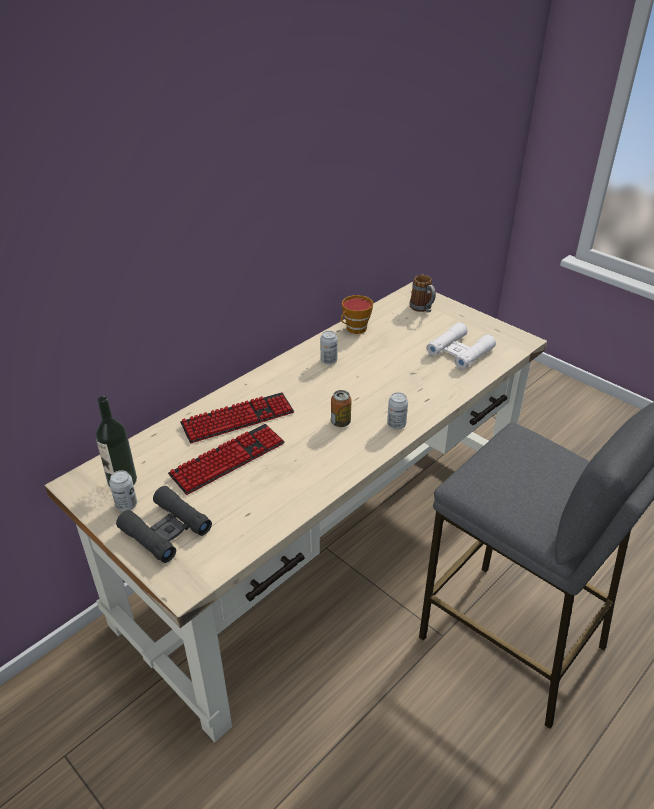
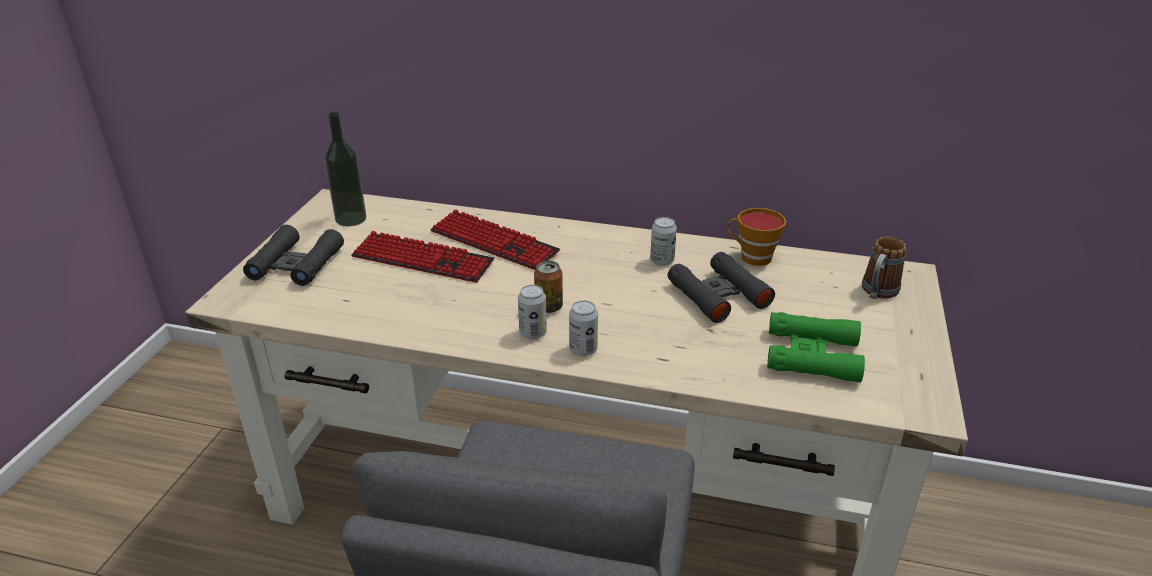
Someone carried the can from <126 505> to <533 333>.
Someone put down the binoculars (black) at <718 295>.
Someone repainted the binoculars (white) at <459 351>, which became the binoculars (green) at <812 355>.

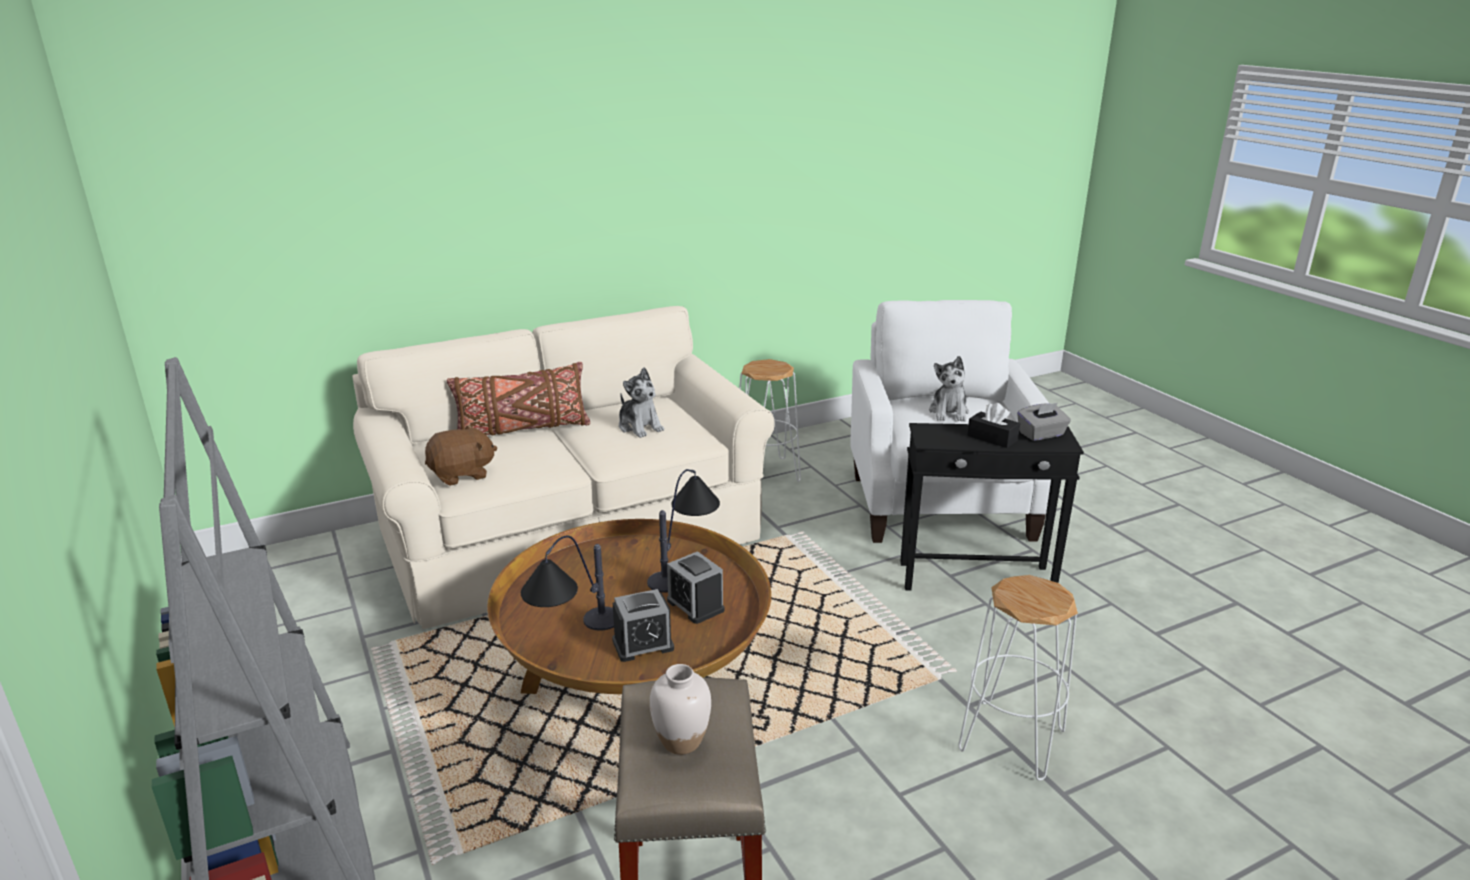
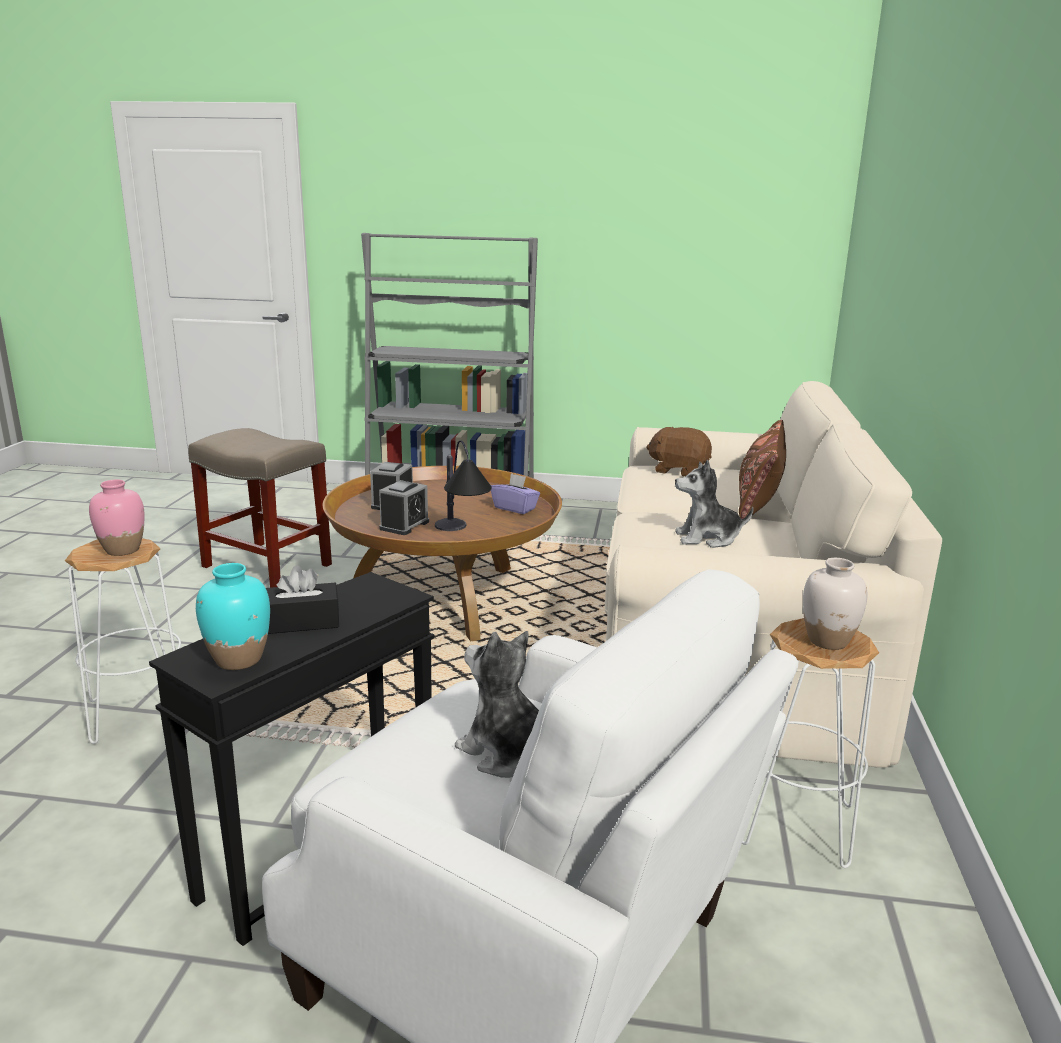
Someone put down the vase (pink) at <123 550>.
Someone swapped the tissue box (grey) at <1041 434> for the vase (turquoise) at <239 660>.
Someone rotated the alarm clock at <695 605> by 120 degrees clockwise.
Someone put down the tissue box (purple) at <515 508>.
Someone rotated the plush toy (brown) at <462 474> by 105 degrees clockwise.
Someone carried the vase (white) from <681 741> to <828 641>.
Someone took away the table lamp at <573 637>.

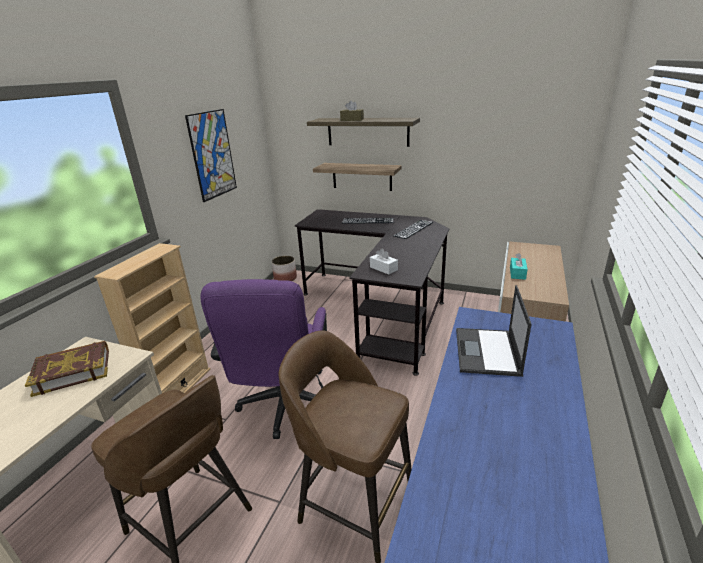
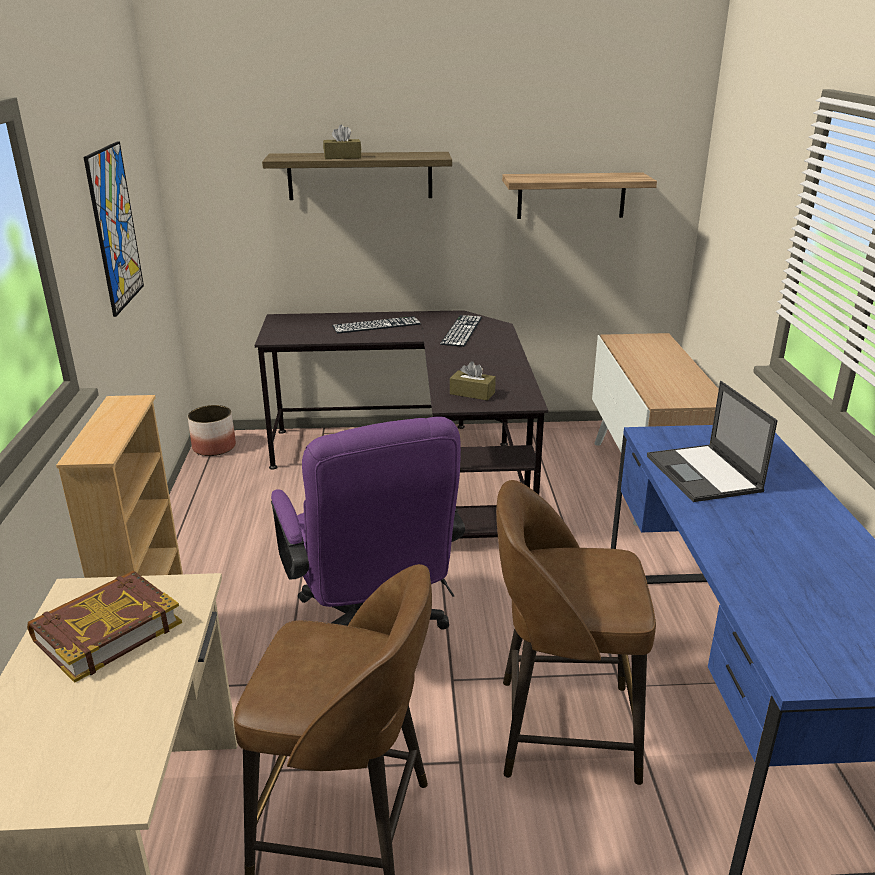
Someone repainted the tissue box (white) at <383 268>, which became the tissue box (brown) at <472 393>.
Someone carried the shelf from <362 176> to <571 195>.
Someone took away the tissue box (turquoise) at <517 273>.

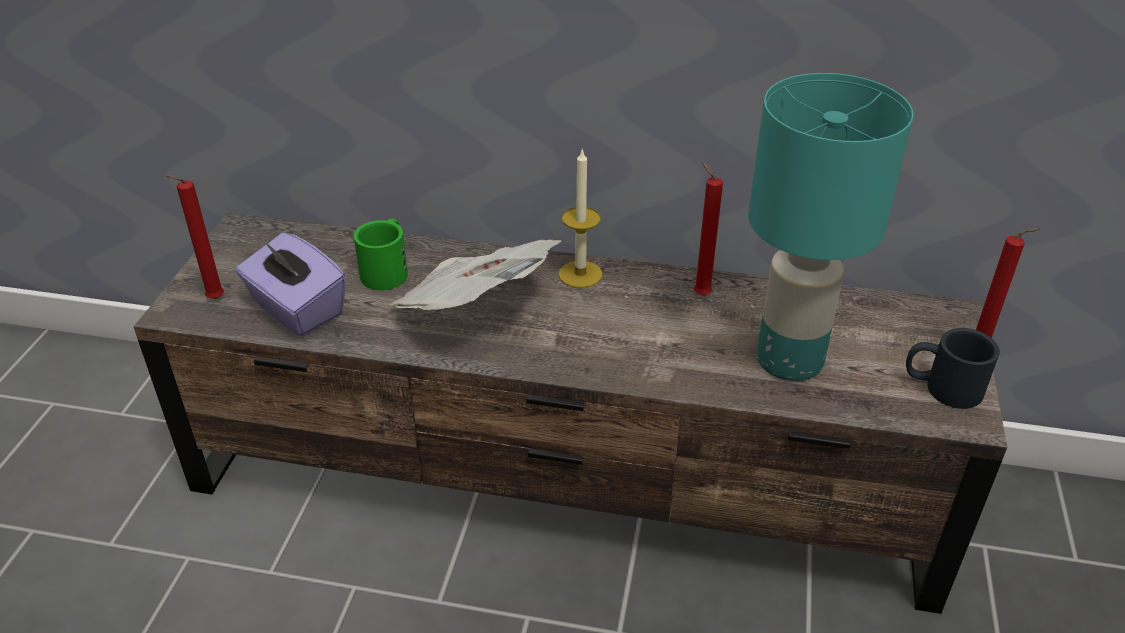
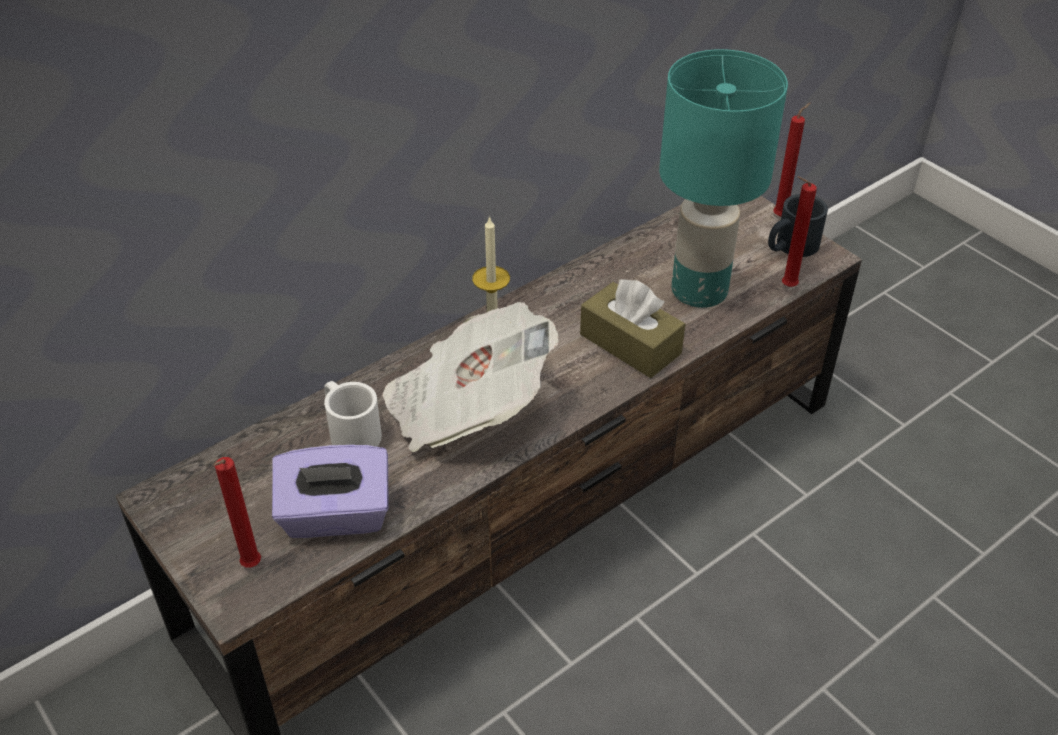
Someone repainted the mug (green) at <388 269>, which became the mug (white) at <350 431>.
Someone put down the tissue box (brown) at <630 344>.
Someone carried the candle (red) from <699 294> to <786 287>.

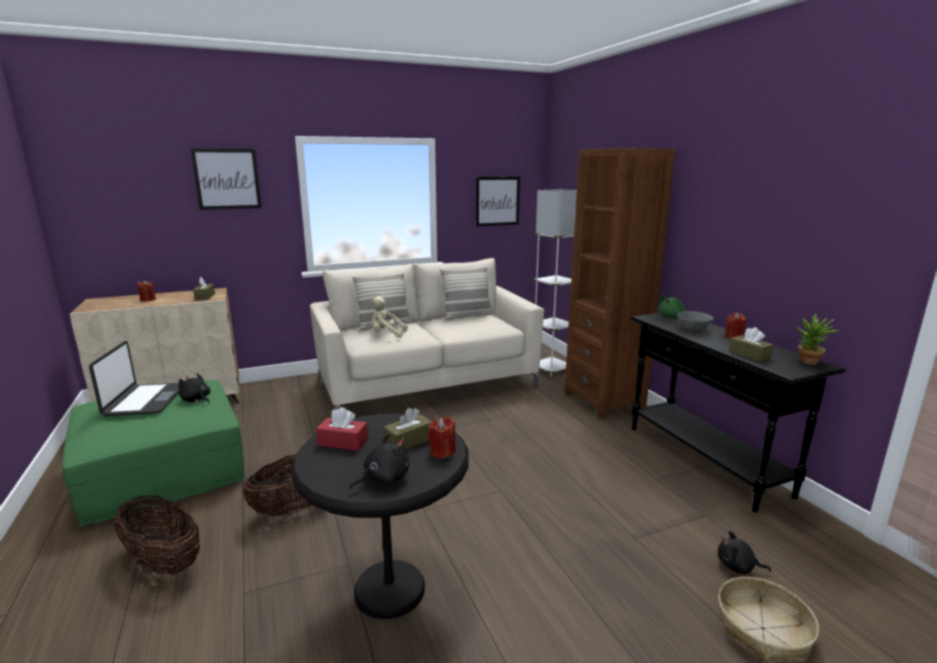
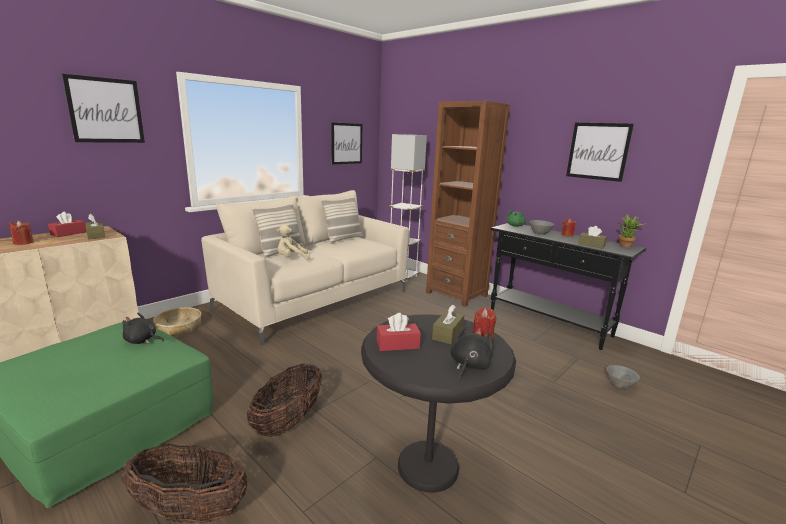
Someone put down the tissue box (red) at <68 233>.
Someone carried the basket from <762 629> to <179 327>.
Someone put up the picture at <598 151>.
Someone swapped the plush toy (black) at <738 567> for the bowl (grey) at <621 385>.
Someone took away the laptop at <145 400>.

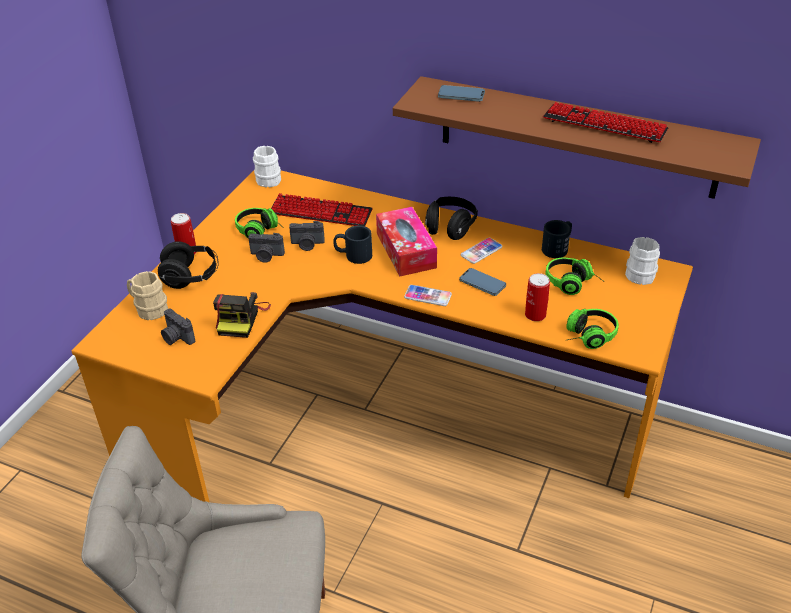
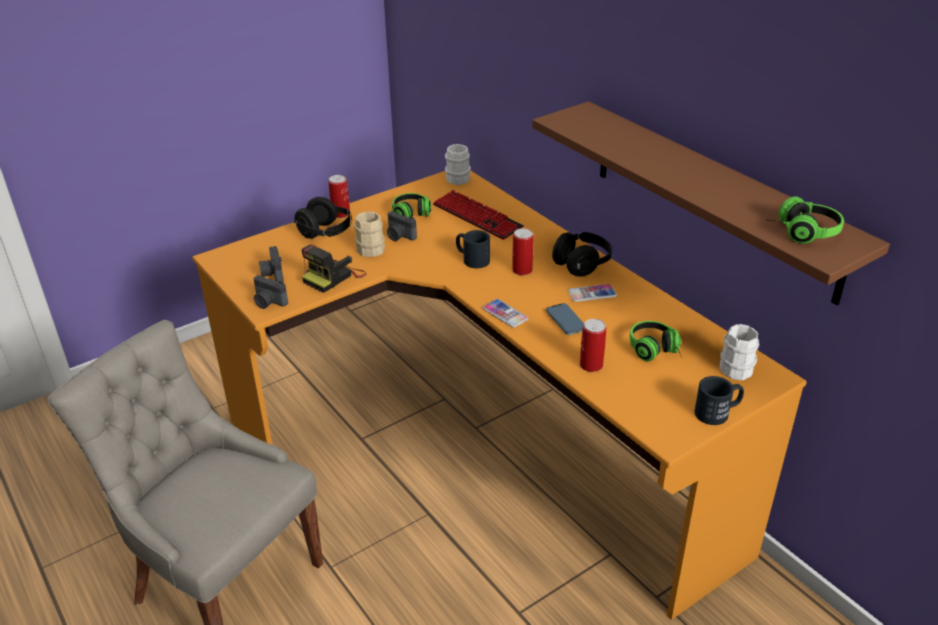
Someone carried the photo camera from <307 244> to <268 302>.
Someone carried the mug (beige) from <148 309> to <368 248>.
Someone swapped the tissue box at <406 250> for the can at <522 270>.
Someone carried the mug (black) from <558 247> to <718 412>.
Someone carried the headphones from <586 336> to <799 232>.
Someone took away the phone at <461 96>.
Someone took away the keyboard at <604 125>.

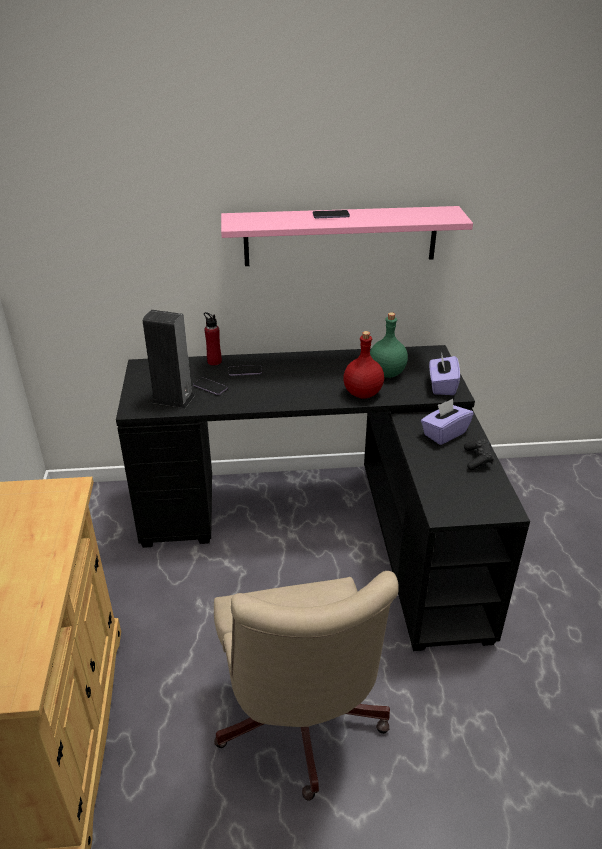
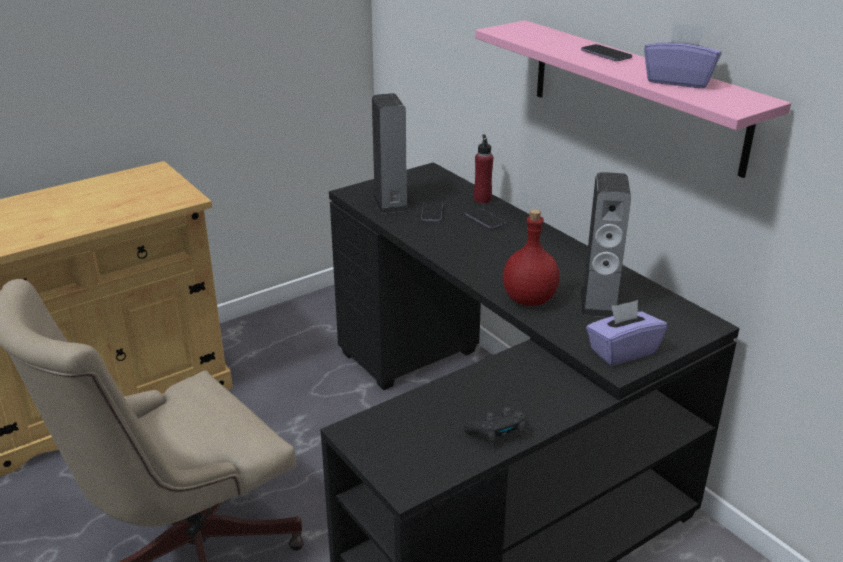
Someone swapped the bottle (green) at <386 373> for the speaker at <599 302>.
Someone carried the tissue box (purple) from <444 433> to <679 81>.

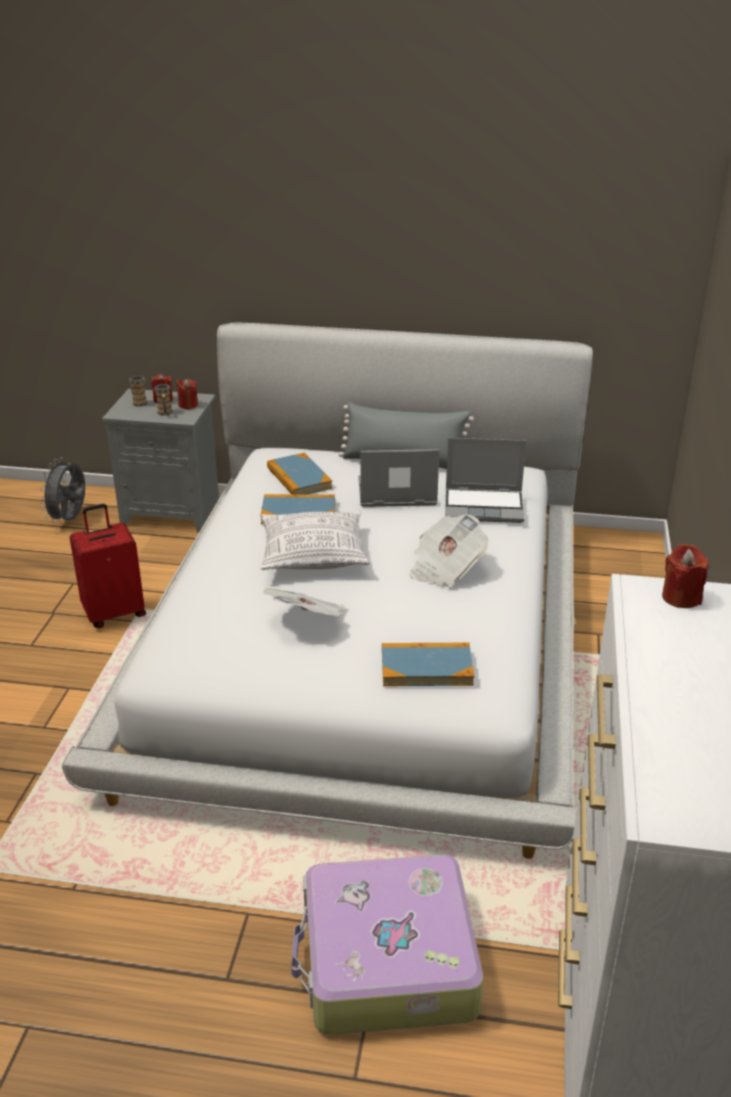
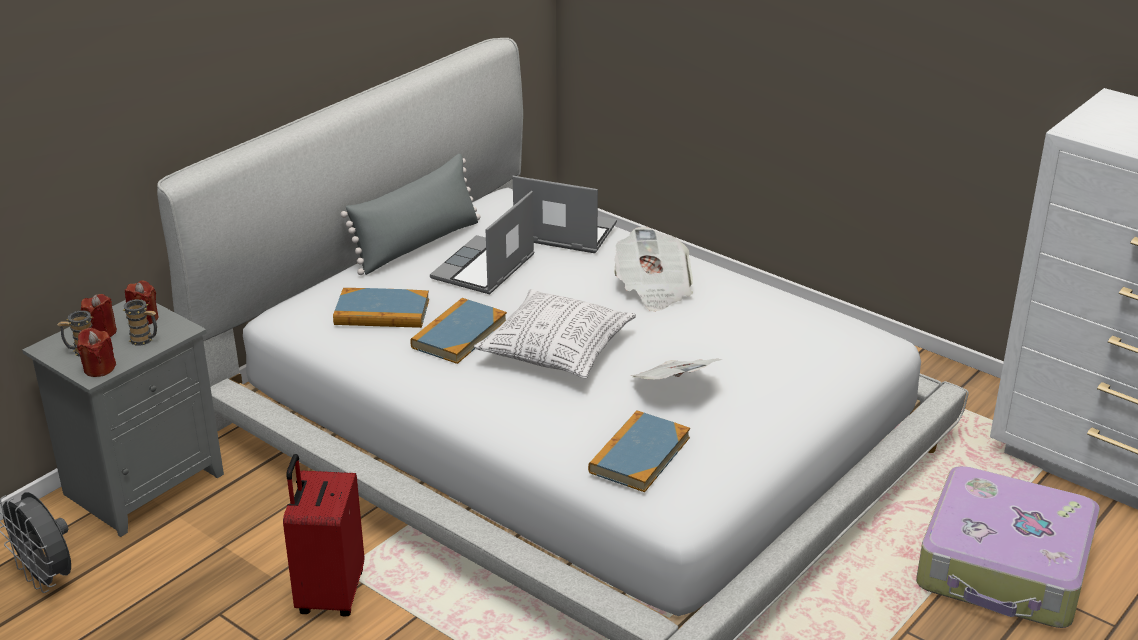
Someone carried the candle (red) from <681 597> to <99 368>.
Someone rotated the laptop at <485 506> by 105 degrees counterclockwise.
Someone carried the book from <426 668> to <639 455>.

